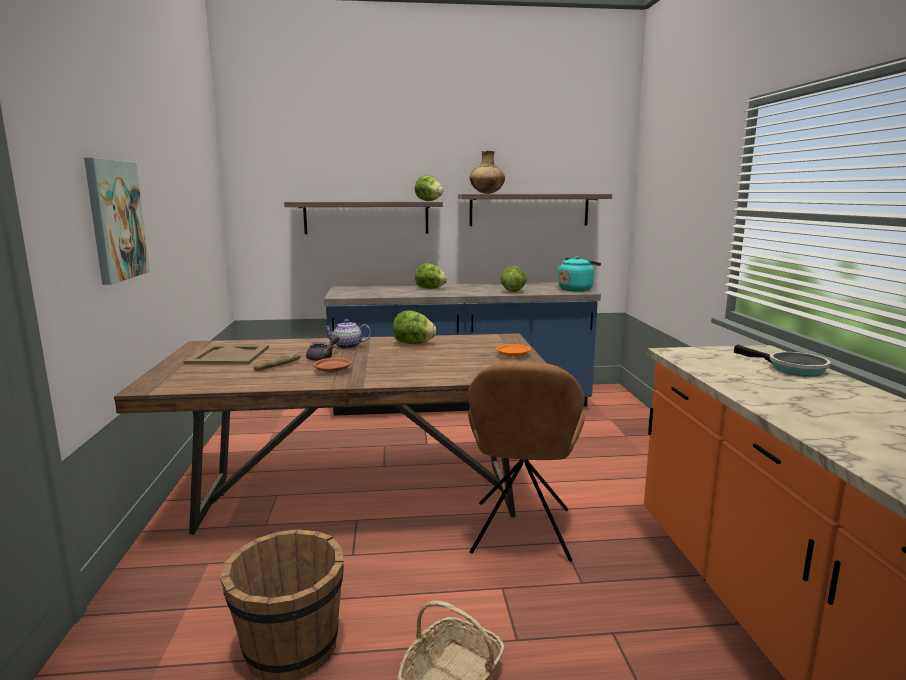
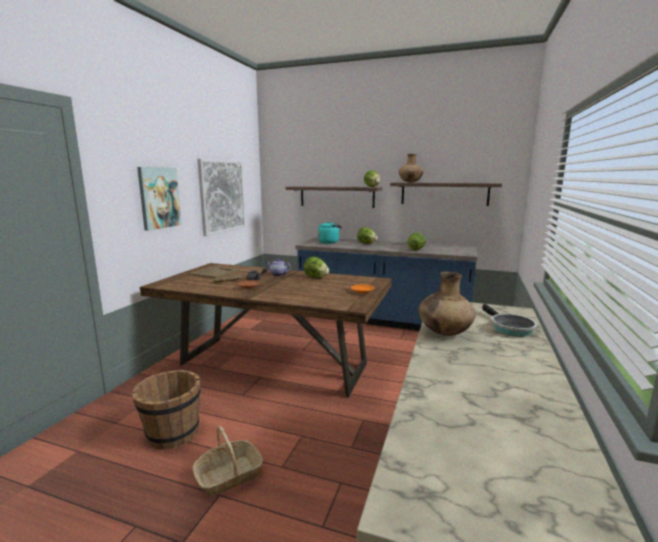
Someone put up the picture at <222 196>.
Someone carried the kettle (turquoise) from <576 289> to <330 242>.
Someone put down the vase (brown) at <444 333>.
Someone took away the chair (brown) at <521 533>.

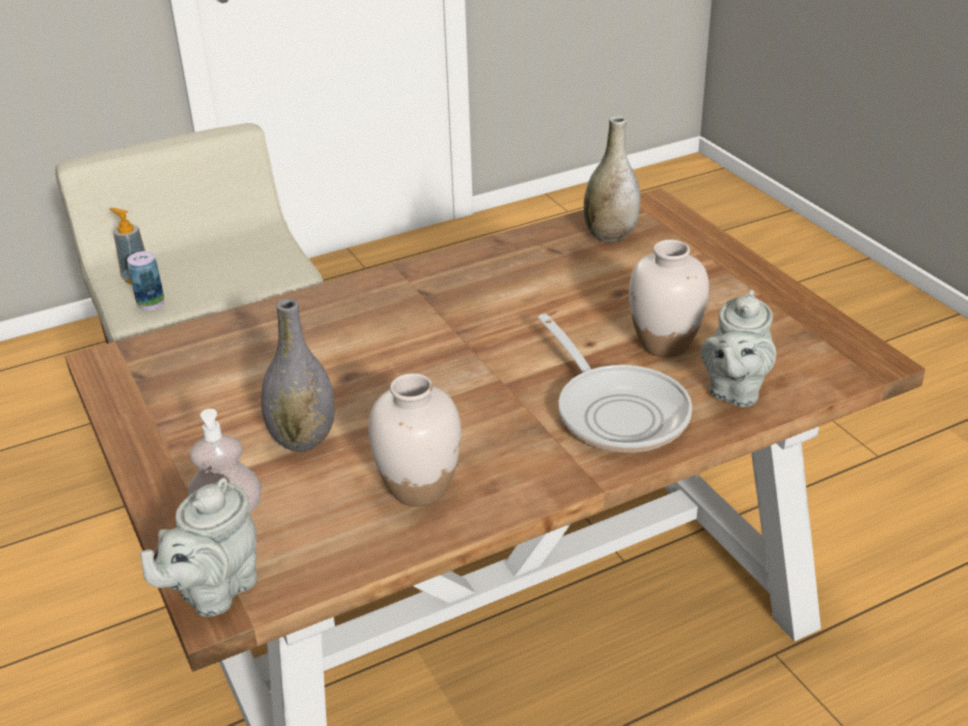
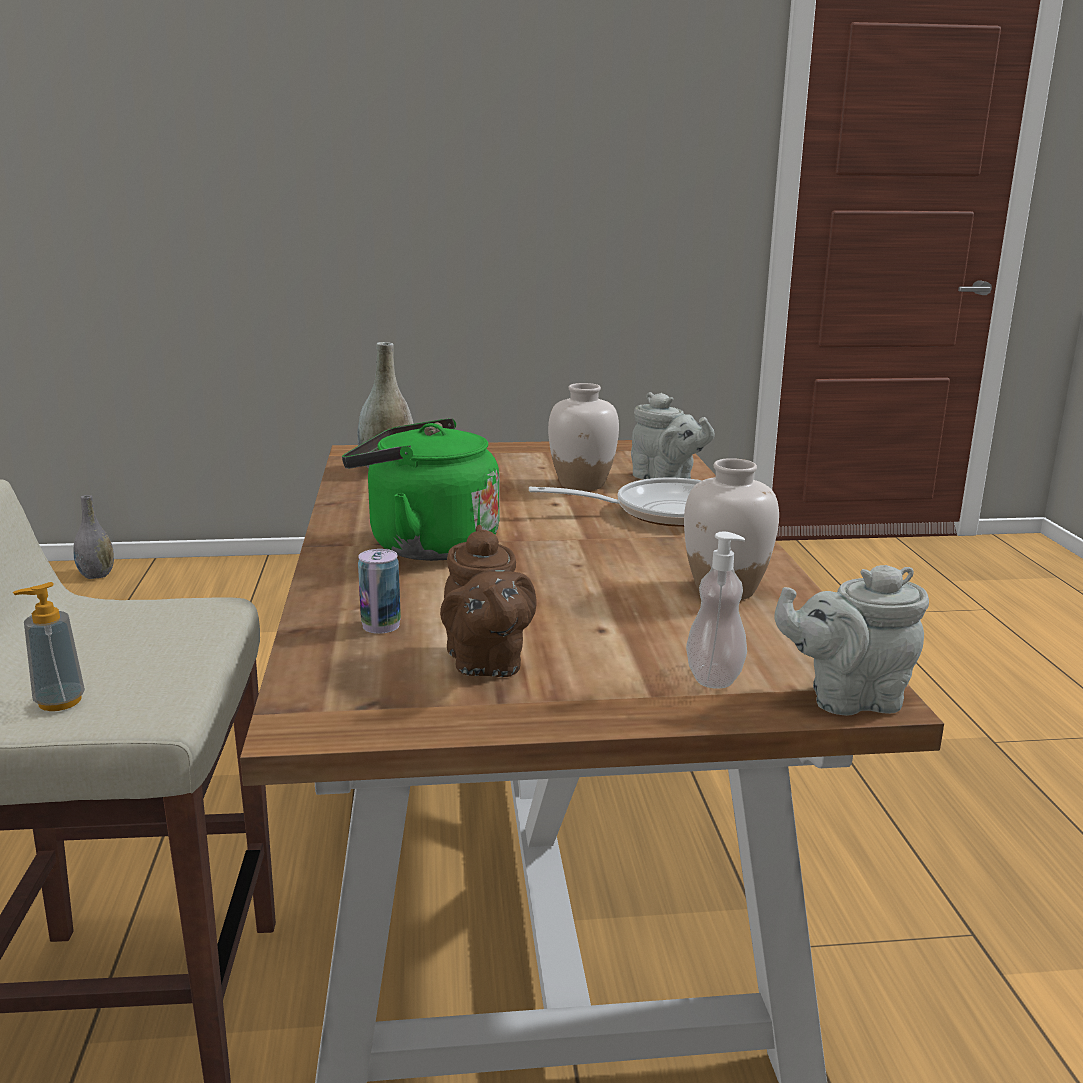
Someone carried the vase (grey) from <303 439> to <96 575>.
Someone put down the kettle (green) at <425 545>.
Someone carried the can from <151 303> to <381 625>.
Someone put down the teapot (brown) at <485 664>.
Someone rotated the teapot (grey) at <214 591> by 120 degrees clockwise.

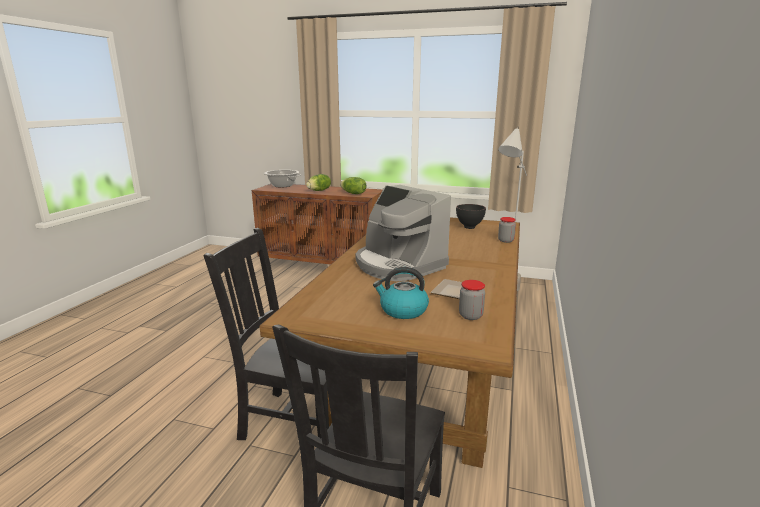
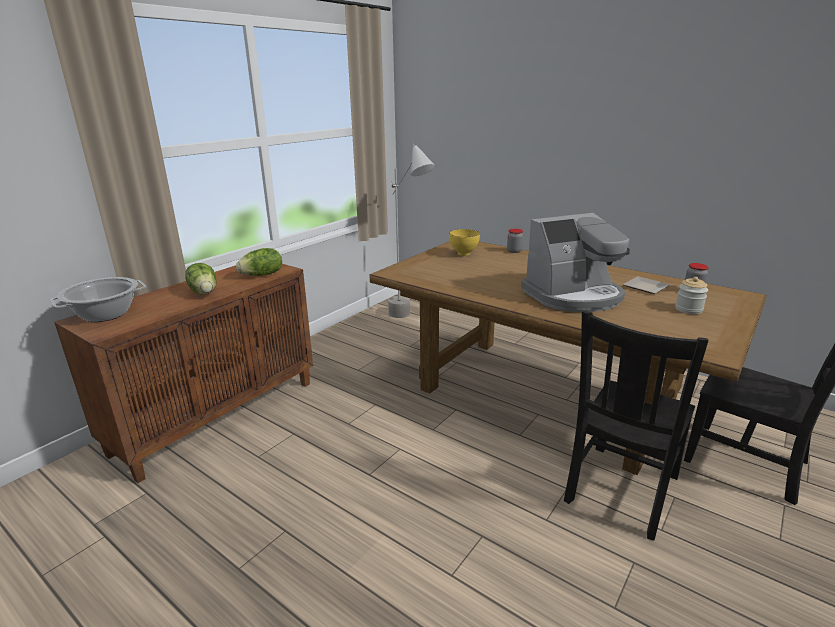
Someone repainted the bowl (black) at <469 228>, which became the bowl (yellow) at <464 254>.
Someone swapped the kettle at <402 310> for the jar at <688 309>.

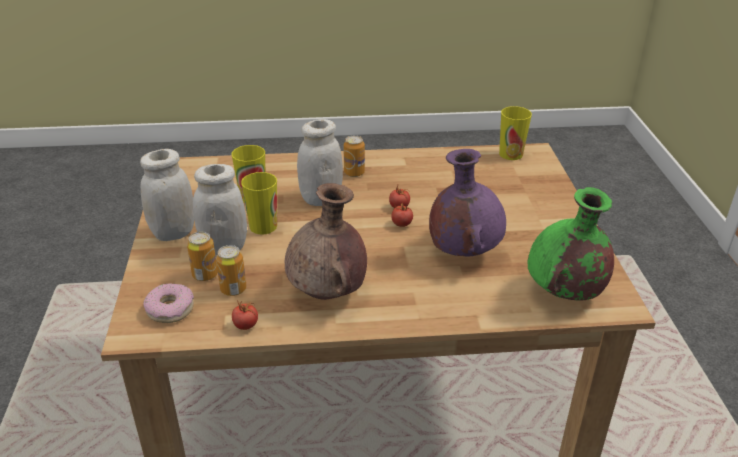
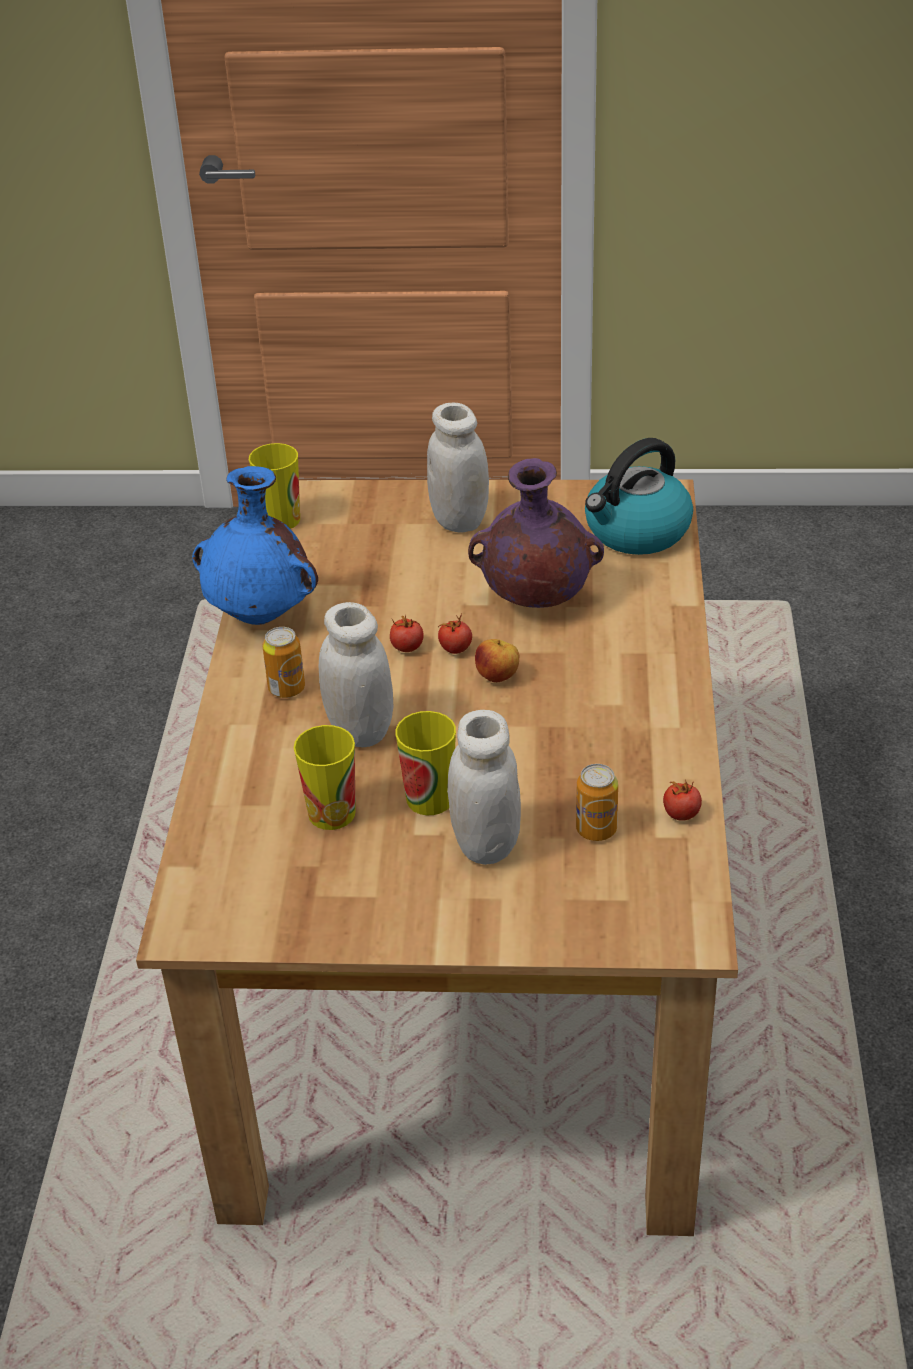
Someone put down the vase (blue) at <262 615>.
Someone carried the jar (white) from <173 233> to <459 520>.
Someone put down the apple at <498 677>.
Someone swapped the vase (green) at <563 294> for the kettle at <636 532>.
Someone took away the donut at <170 309>.
Someone took away the can at <205 275>.
Someone took away the vase (brown) at <328 293>.

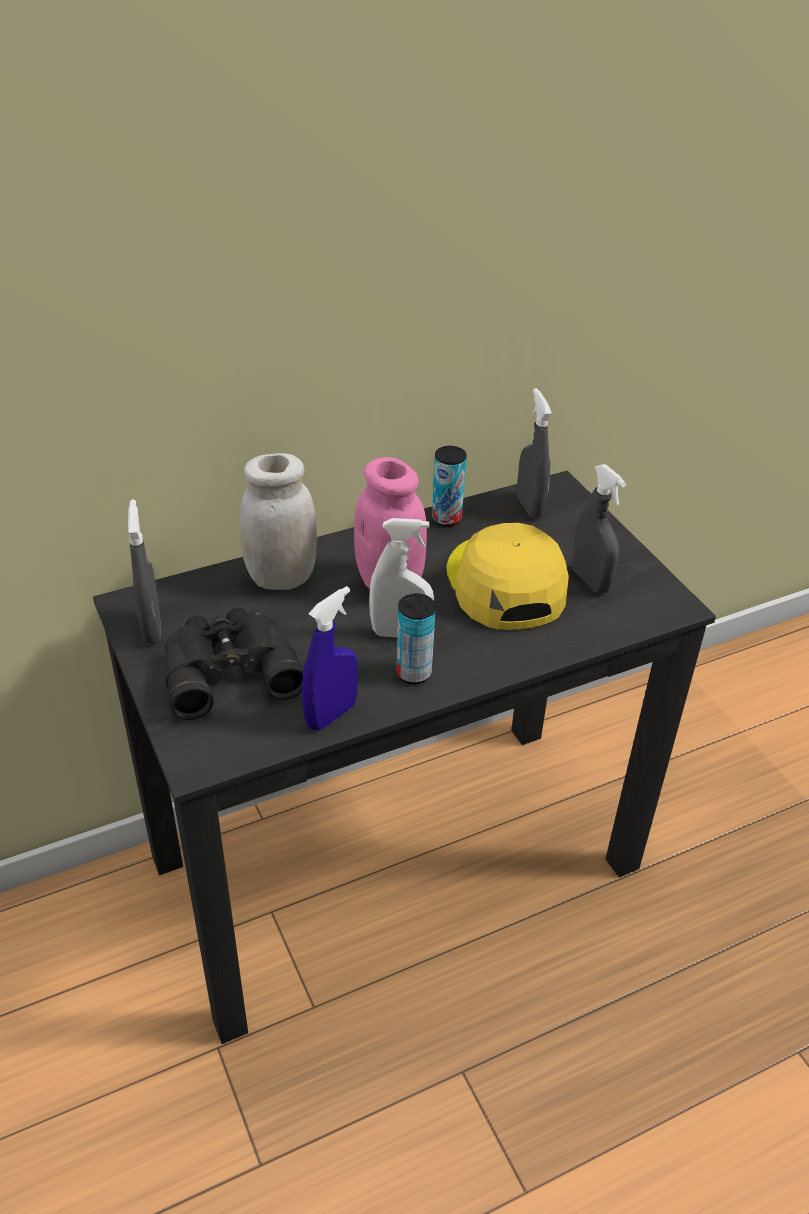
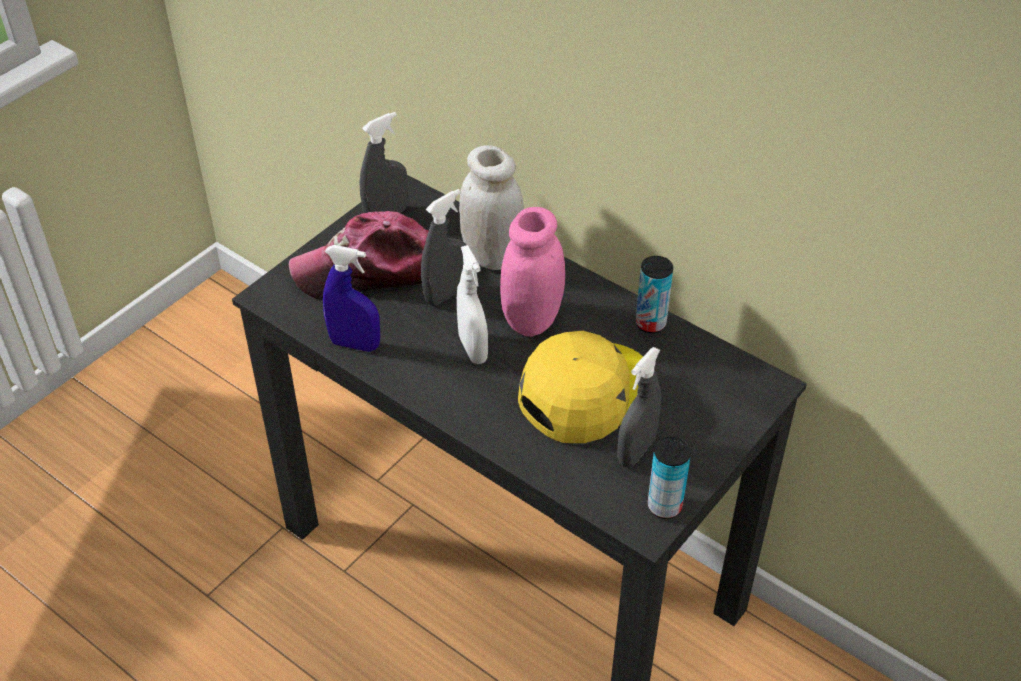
Someone swapped the binoculars (black) at <228 667> for the cap at <370 270>.
Someone carried the spray bottle (grey) from <529 506> to <446 294>.
Someone carried the can from <414 673> to <664 506>.

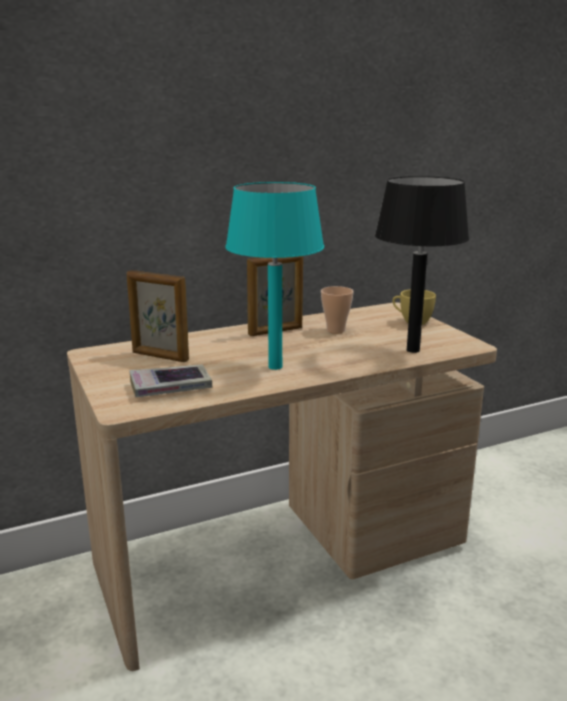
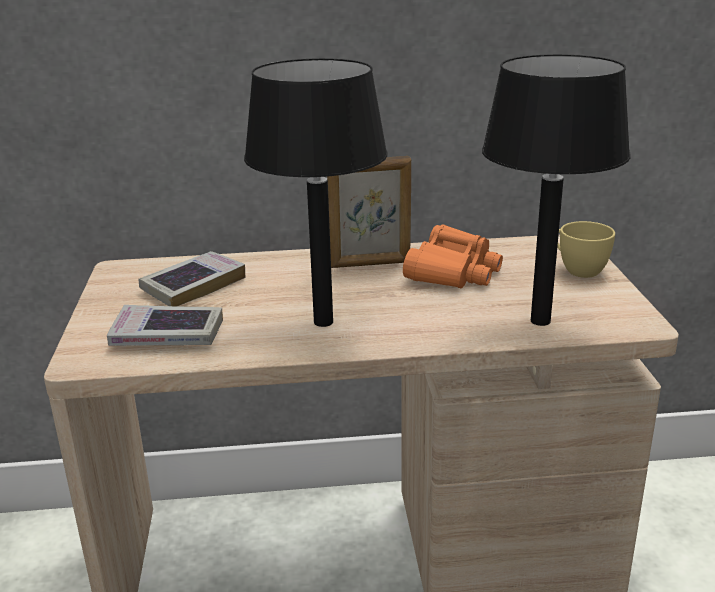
Someone swapped the picture frame at <160 356> for the book at <193 285>.
Someone repainted the table lamp (turquoise) at <276 367>, which became the table lamp (black) at <324 322>.
Someone swapped the cup at <335 330> for the binoculars (orange) at <453 272>.

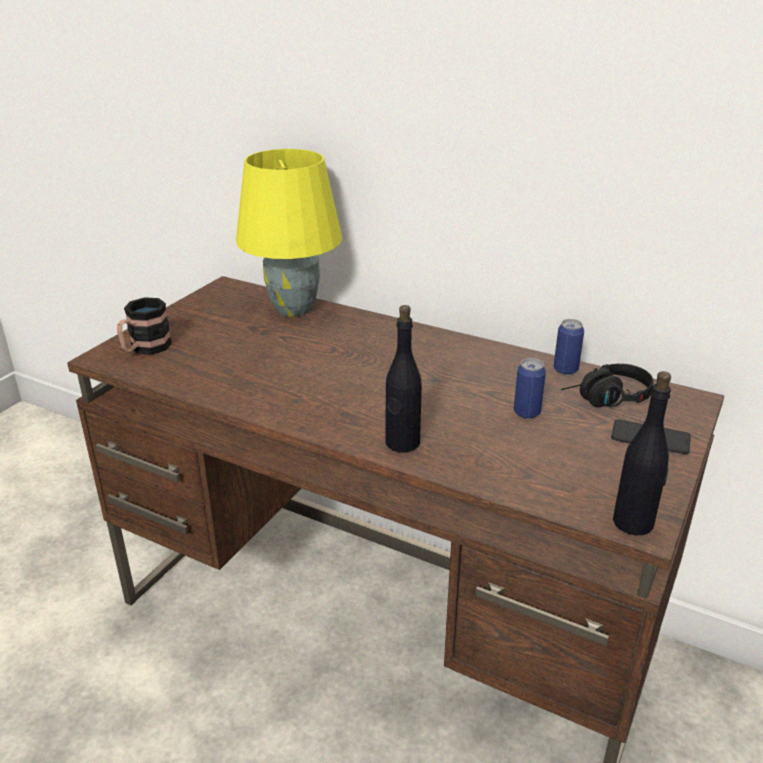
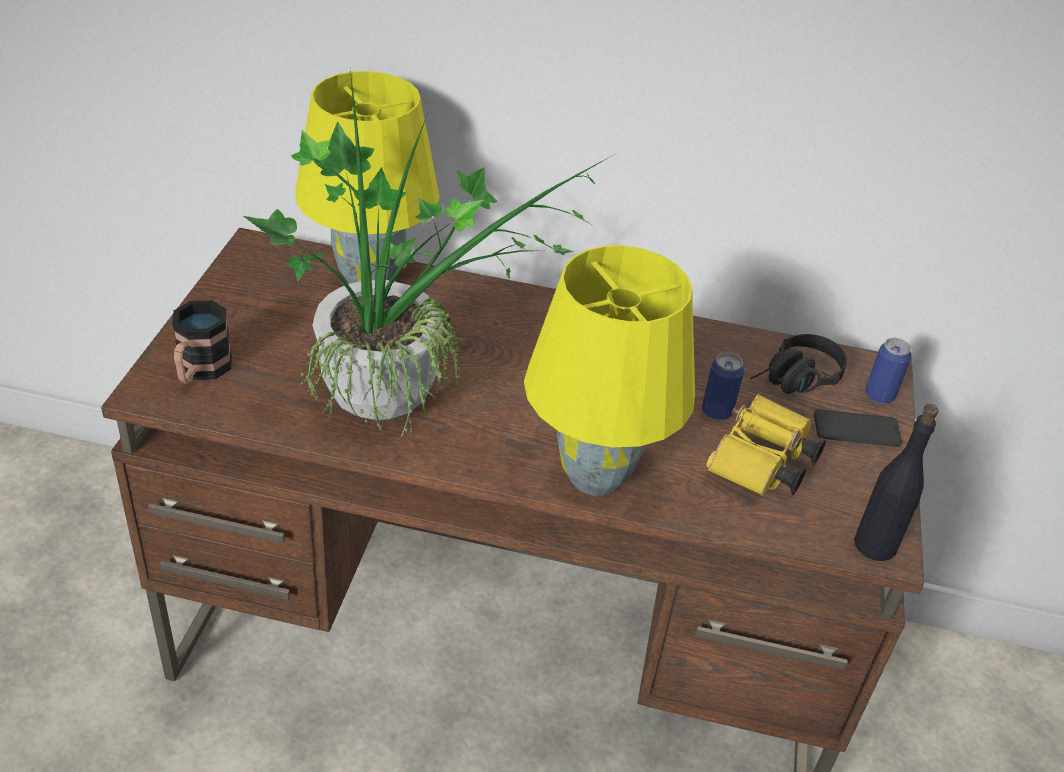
Someone put down the potted plant at <402 392>.
Someone swapped the bottle (black) at <402 443> for the table lamp (yellow) at <596 476>.
Someone put down the binoculars (yellow) at <760 466>.
Someone carried the can from <565 369> to <879 395>.

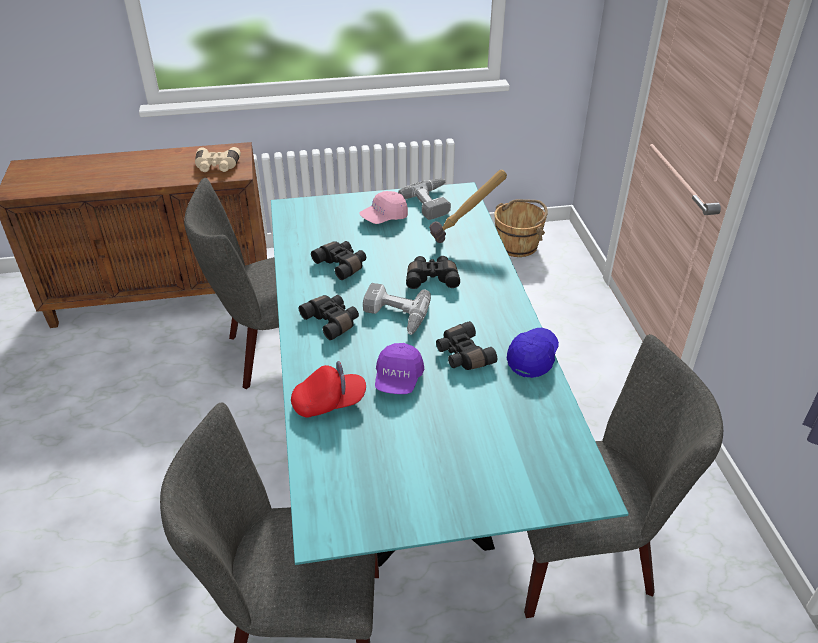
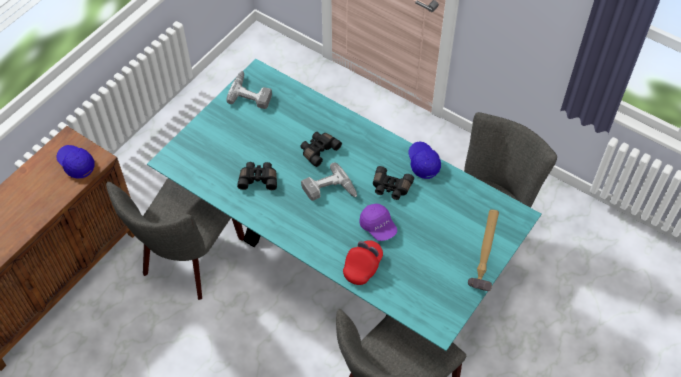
Someone swapped the binoculars (beige) at <217 167> for the cap (blue) at <76 164>.
Someone carried the hammer from <466 240> to <484 269>.
Someone took away the binoculars (black) at <332 321>.
Someone took away the cap (pink) at <384 217>.
Someone took away the bucket (brown) at <517 245>.

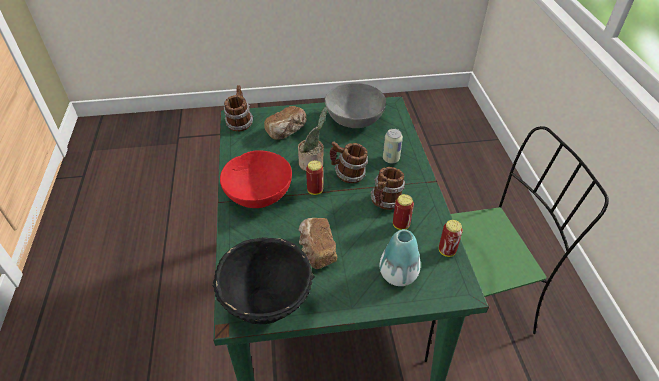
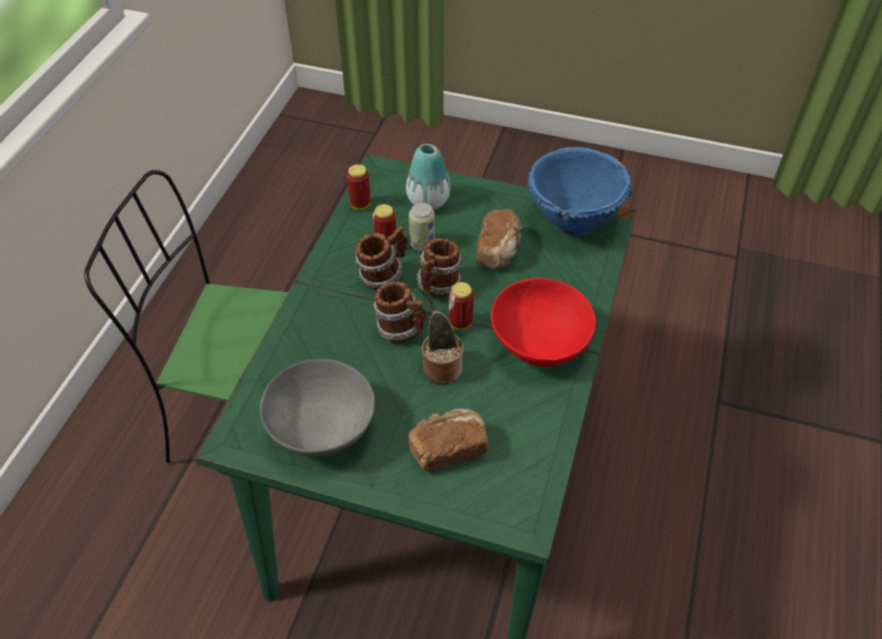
Someone carried the can from <391 159> to <422 244>.
Someone carried the mug from <239 123> to <438 287>.
Someone repainted the bowl (black) at <268 303>, which became the bowl (blue) at <572 219>.

